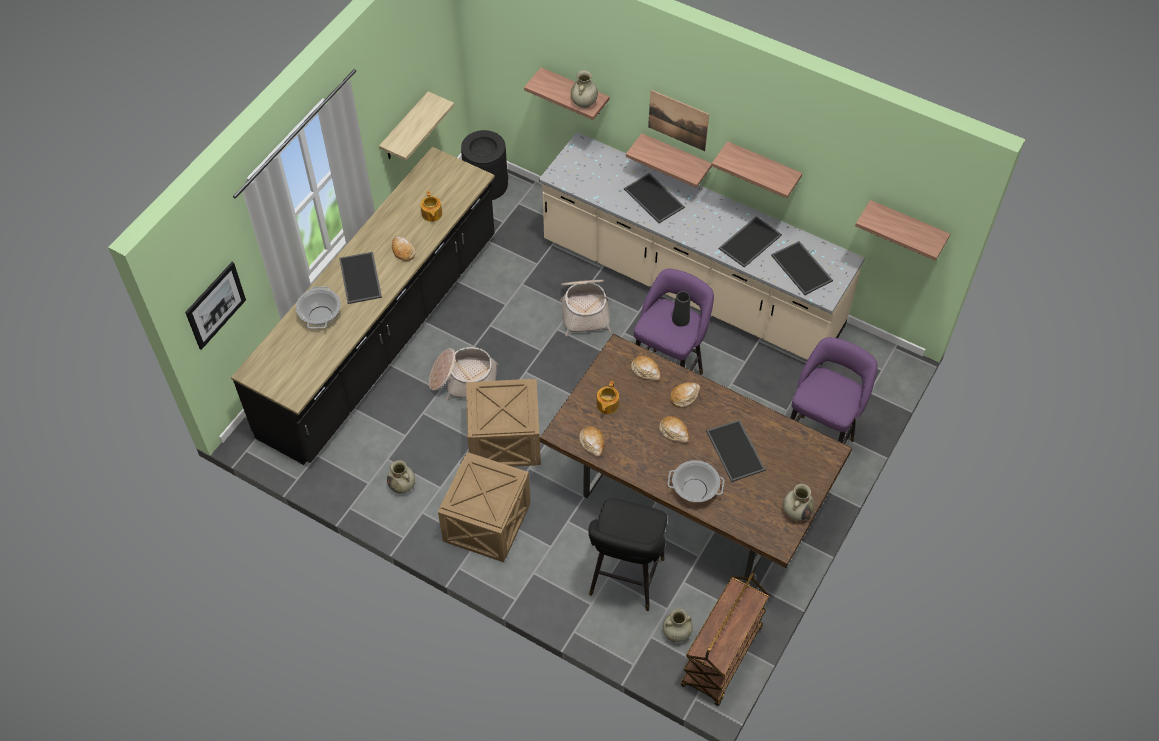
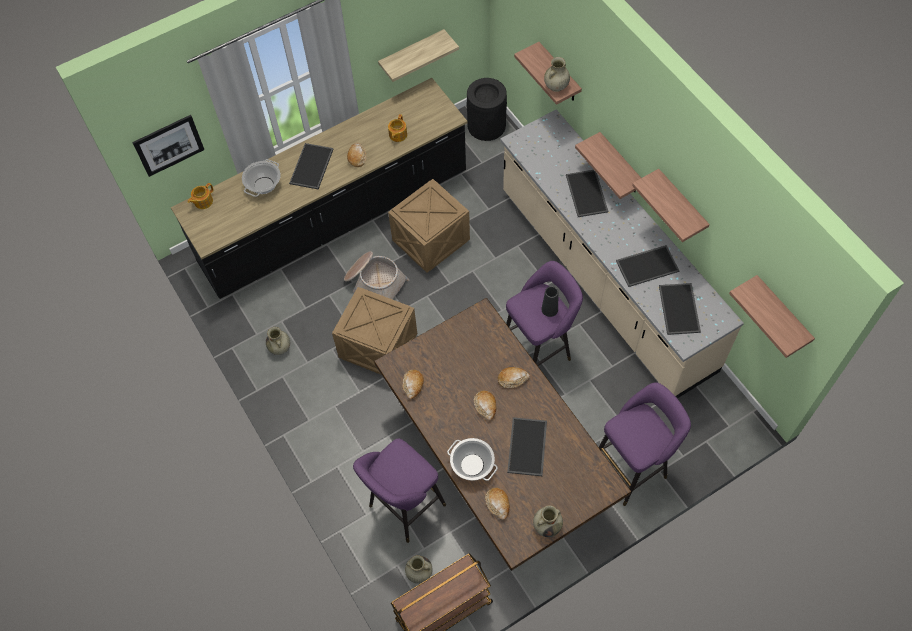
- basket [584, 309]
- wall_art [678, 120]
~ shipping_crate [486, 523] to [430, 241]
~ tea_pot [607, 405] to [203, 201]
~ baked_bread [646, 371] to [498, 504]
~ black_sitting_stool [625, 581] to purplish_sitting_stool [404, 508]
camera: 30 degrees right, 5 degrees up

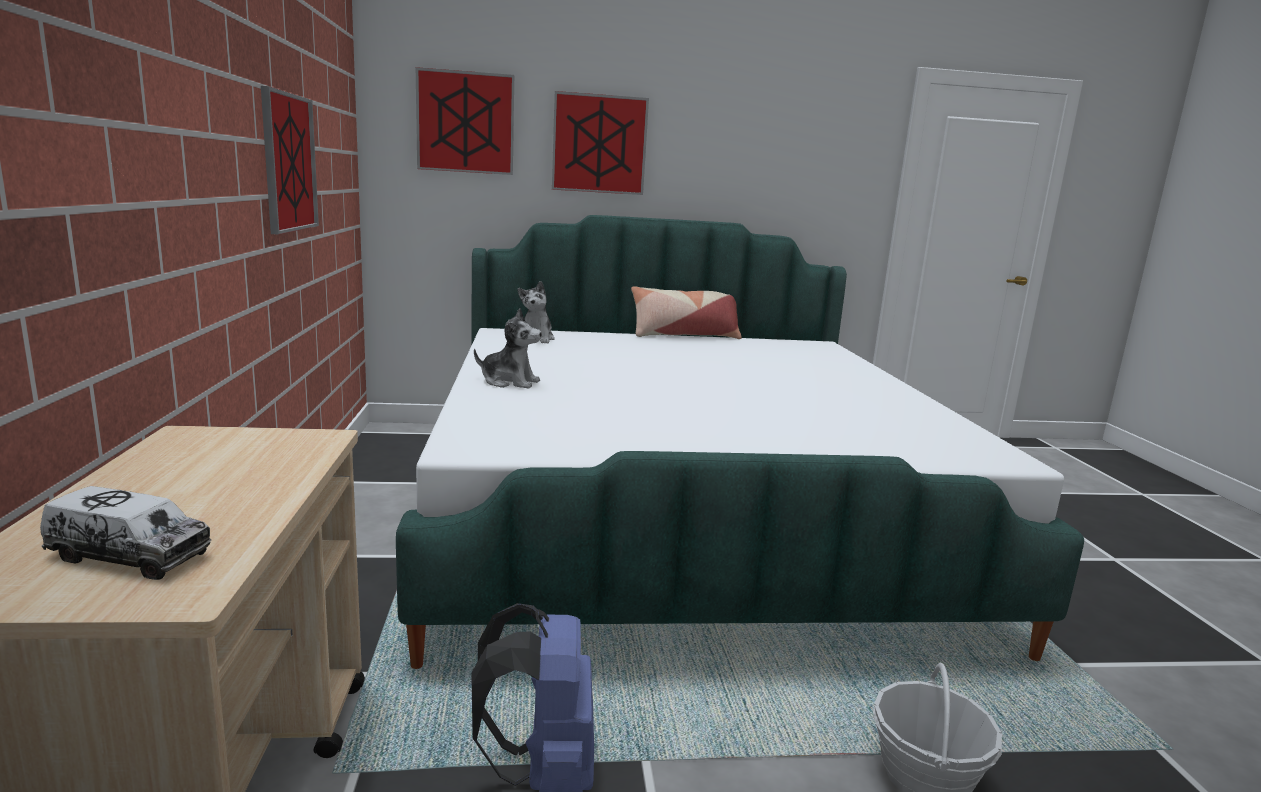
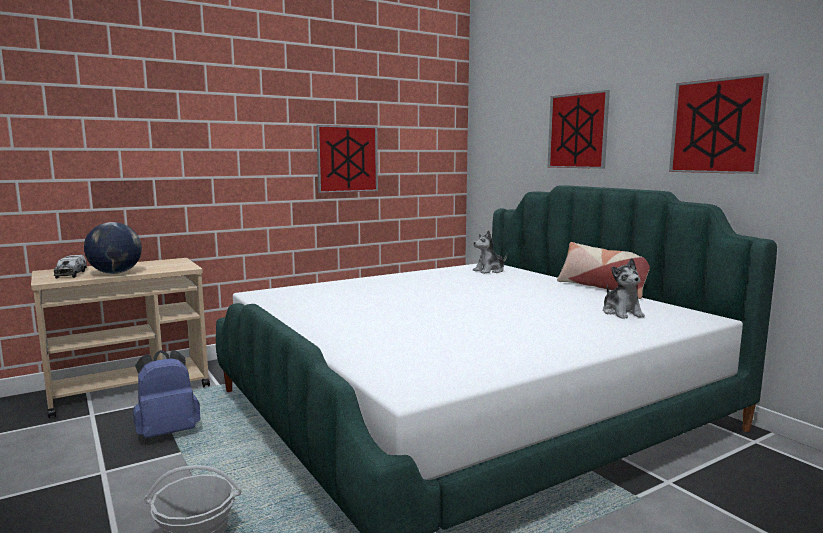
+ world_globe [115, 273]
~ wall_art [465, 122] to [716, 126]
~ soft_toy [509, 382] to [621, 313]
camera: 65 degrees right, 5 degrees down

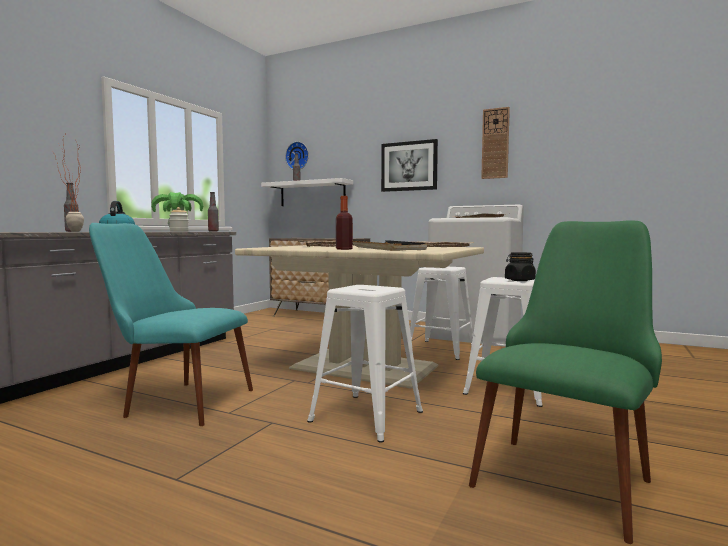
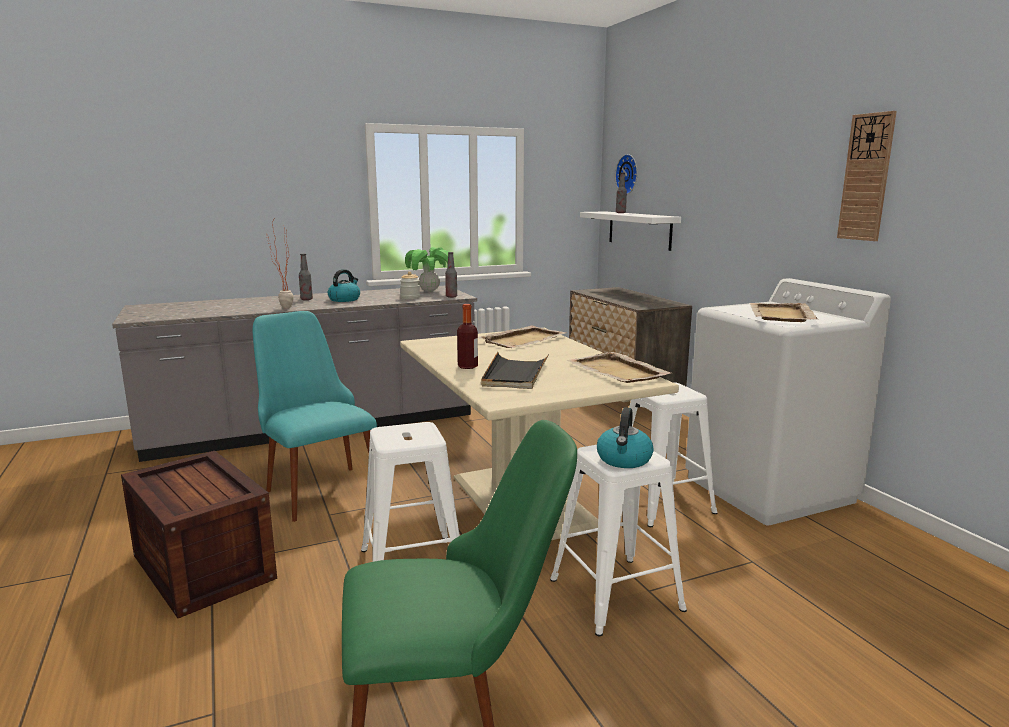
- wall_art [409, 166]
+ shipping_crate [203, 566]
~ black_storage_jar [519, 280] to water_kettle [624, 460]
camera: 40 degrees right, 10 degrees up

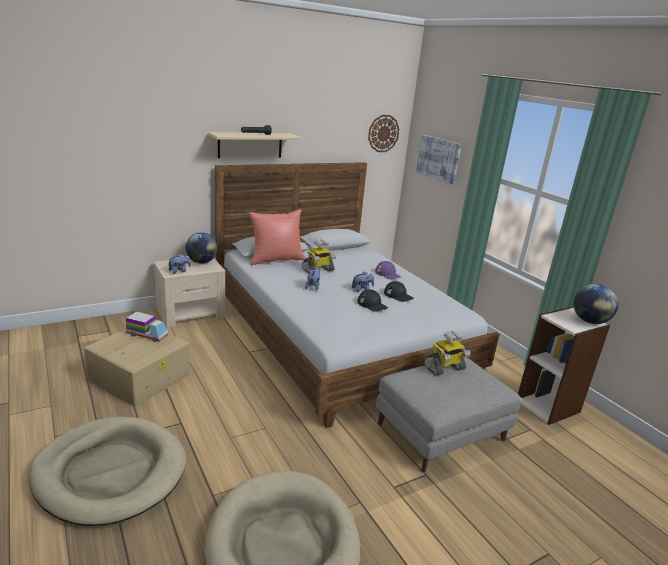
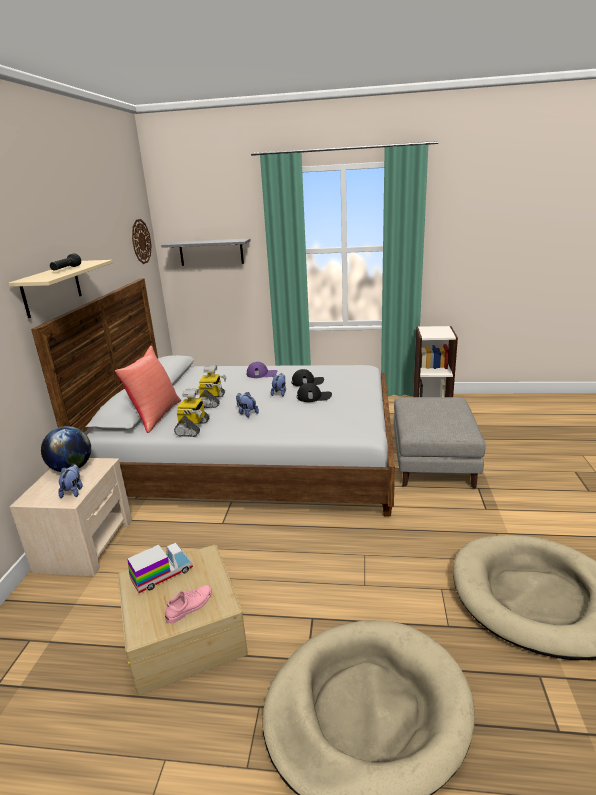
- world_globe [589, 321]
+ pink_shoe [189, 606]
~ model_robot [444, 368] to [193, 428]
~ wall_art [438, 158] to grey_shelf [211, 252]
camera: 50 degrees left, 0 degrees up

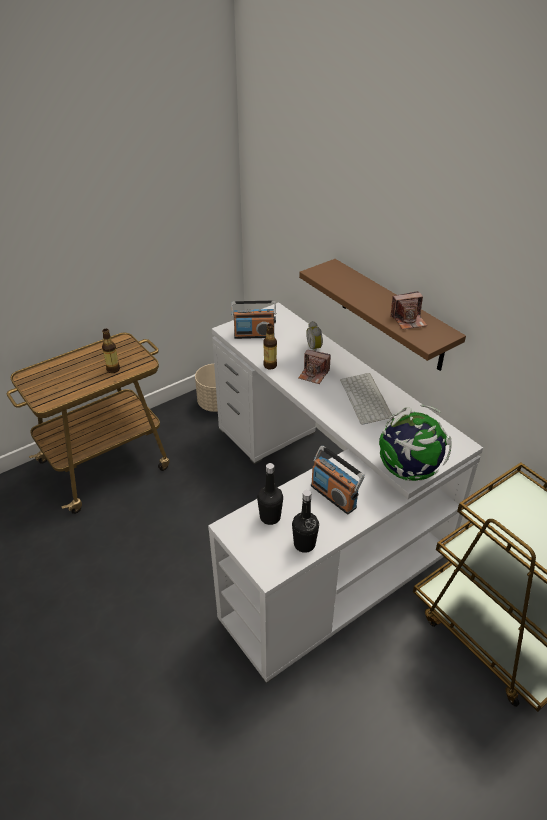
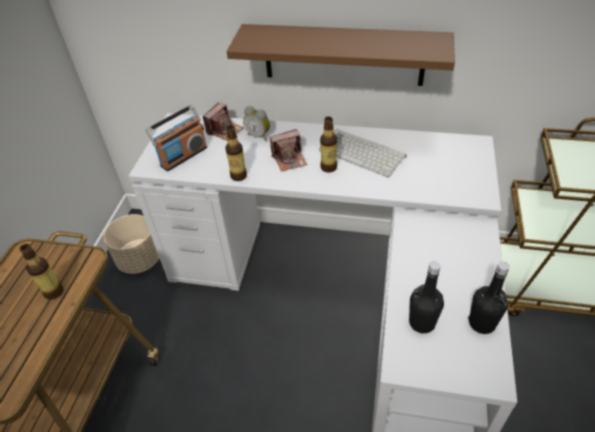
- radio_receiver [334, 496]
- world_globe [408, 471]
+ drink_bottle [328, 167]
~ still_camera [408, 320] to [224, 130]
camera: 40 degrees left, 5 degrees up

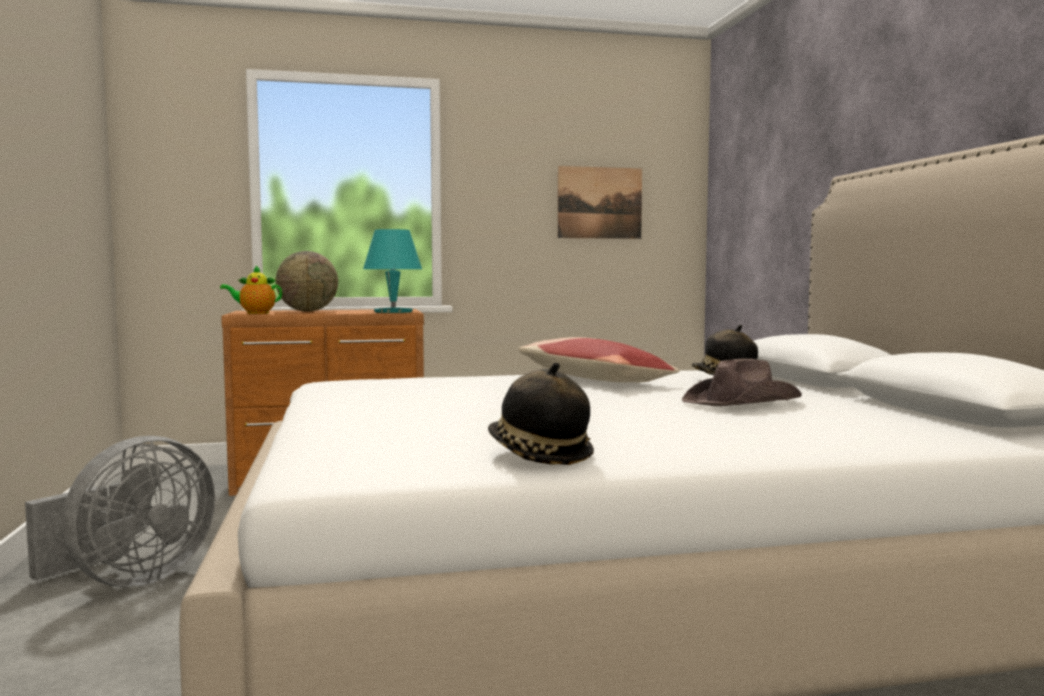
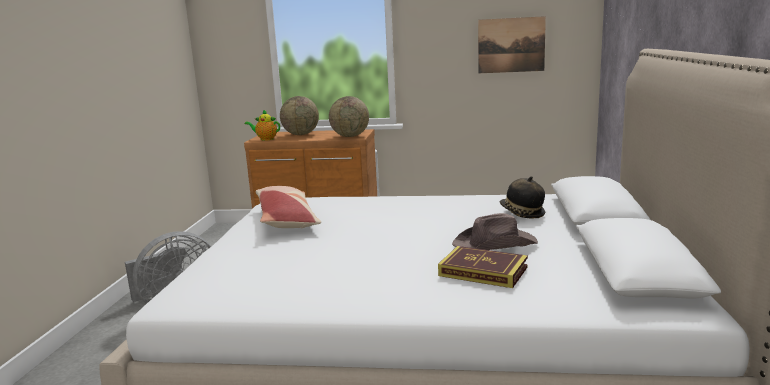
- wearable_hat [538, 455]
+ book [483, 271]
~ throw_pillow [592, 379] to [286, 219]
~ turquoise-coloured_lamp_for_a_table [394, 311] to world_globe [350, 136]
camera: 20 degrees right, 10 degrees up

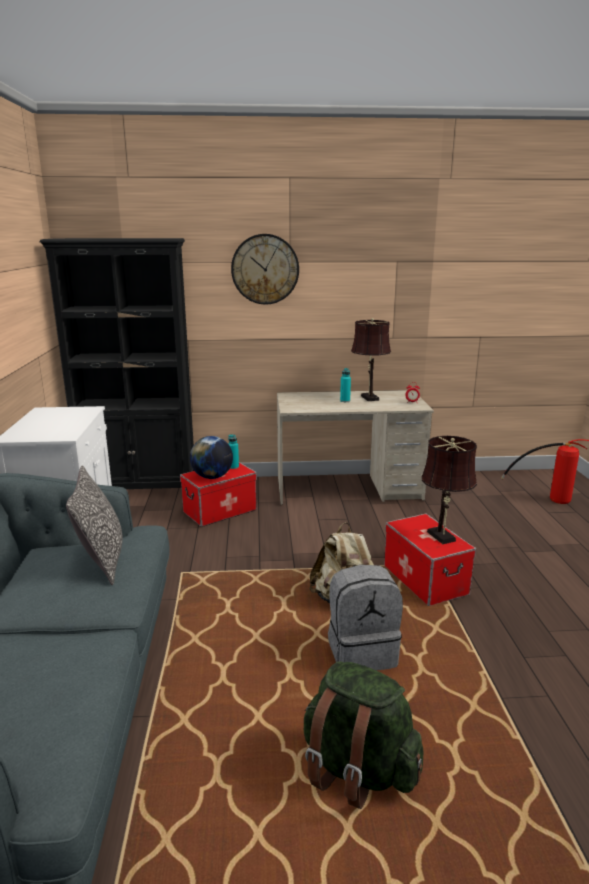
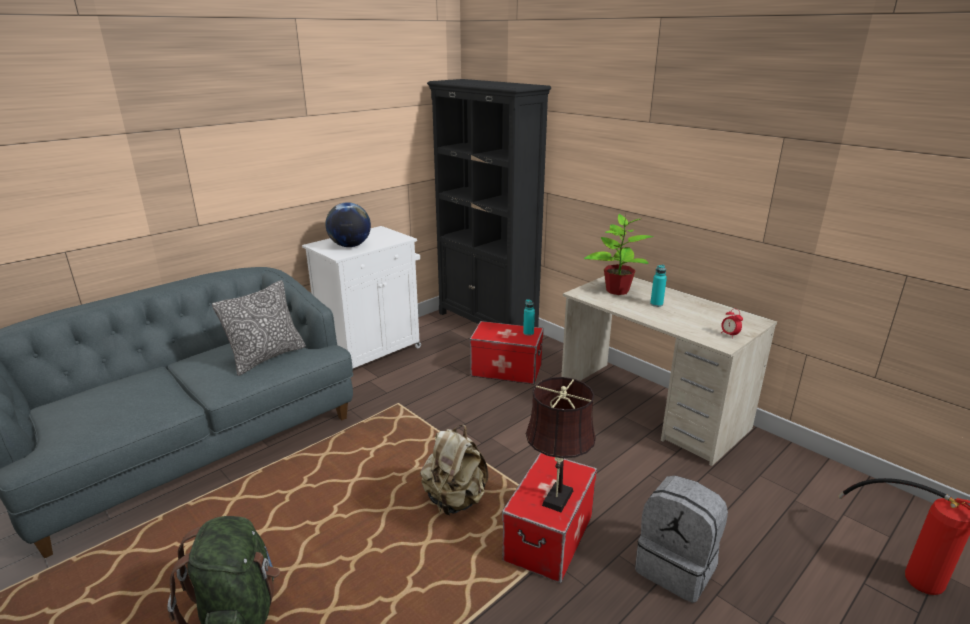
- clock_on_the_wall [265, 269]
- brownish_lamp_for_a_table [369, 397]
+ plant_in_a_pot [617, 290]
~ world_globe [212, 477] to [350, 246]
~ grey_knapsack [362, 651] to [677, 568]
camera: 50 degrees right, 5 degrees up

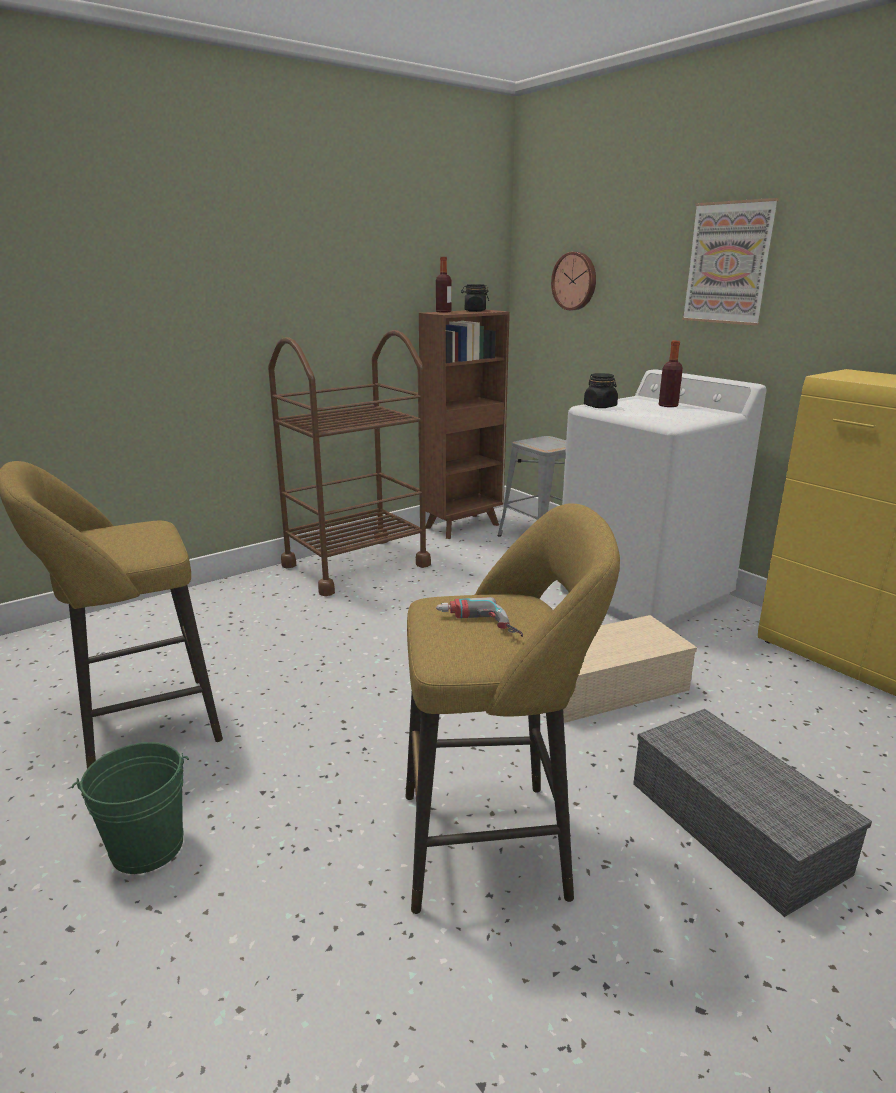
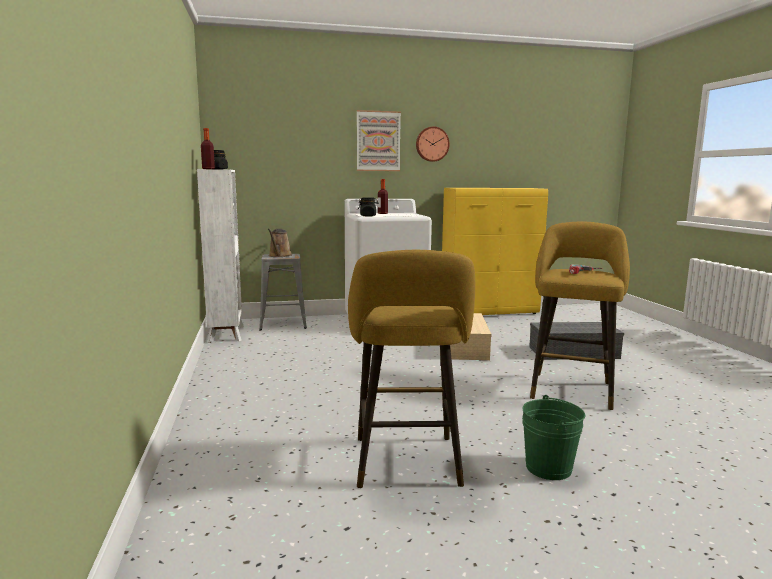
- brownish_cart [356, 565]
+ brownish_watering_can [279, 256]
~ clock_on_the_wall [575, 281] to [432, 144]
~ brownish_shelving_unit [463, 526] to whitish_shelving_unit [226, 334]
camera: 65 degrees left, 10 degrees down

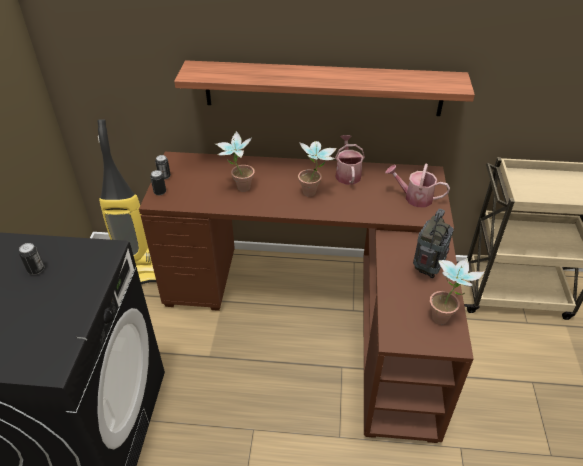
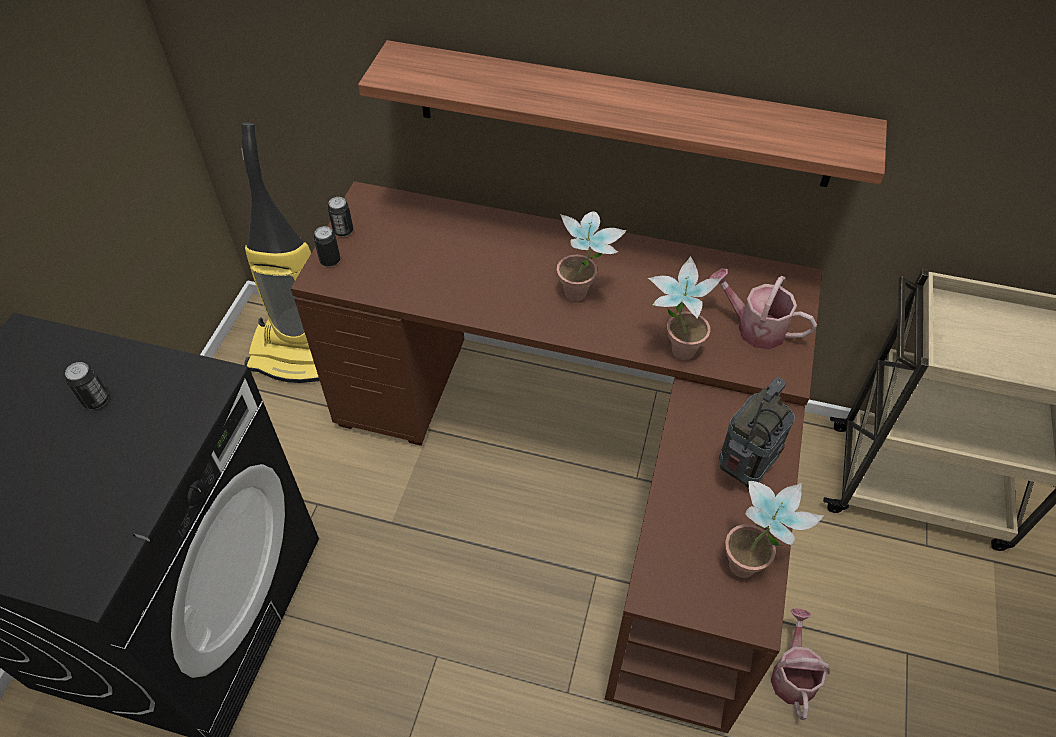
~ plant_in_a_pot [238, 188] to [674, 350]
~ watering_can [347, 174] to [792, 674]
camera: 10 degrees right, 10 degrees up

